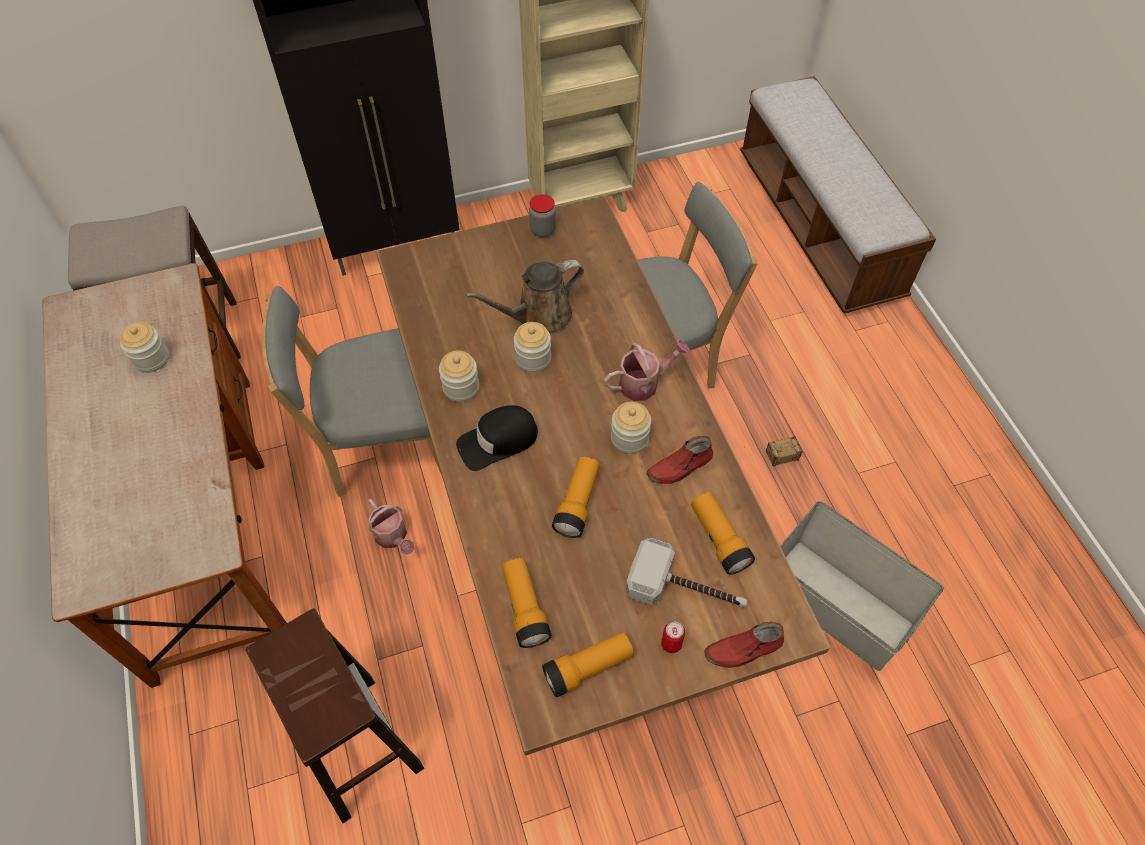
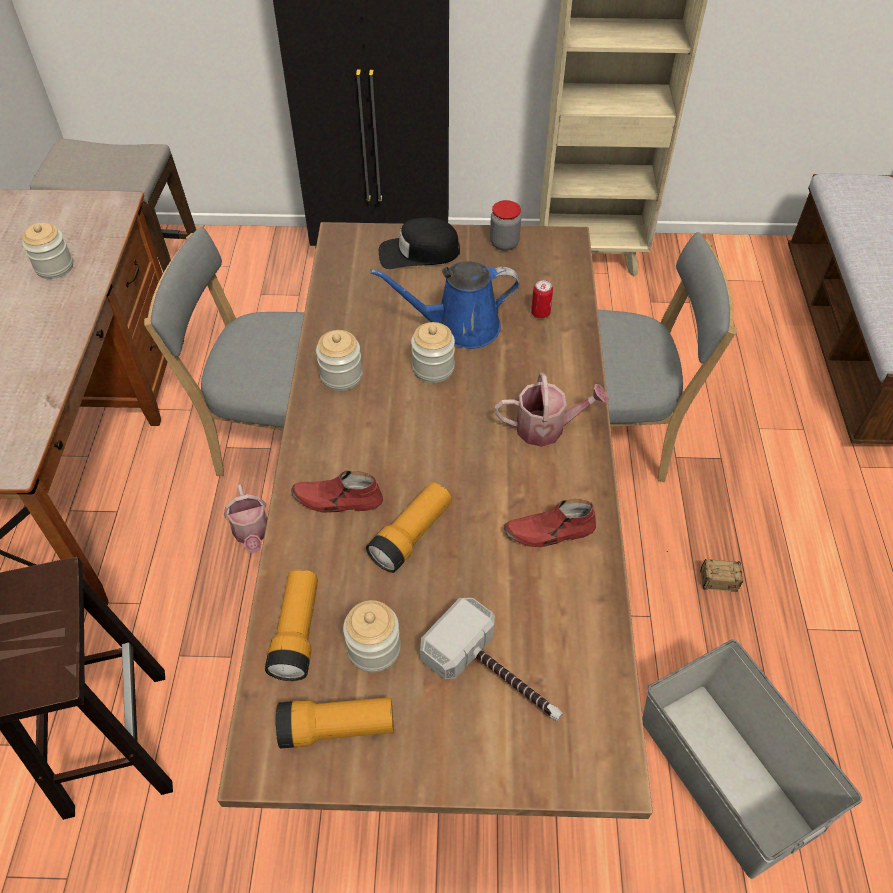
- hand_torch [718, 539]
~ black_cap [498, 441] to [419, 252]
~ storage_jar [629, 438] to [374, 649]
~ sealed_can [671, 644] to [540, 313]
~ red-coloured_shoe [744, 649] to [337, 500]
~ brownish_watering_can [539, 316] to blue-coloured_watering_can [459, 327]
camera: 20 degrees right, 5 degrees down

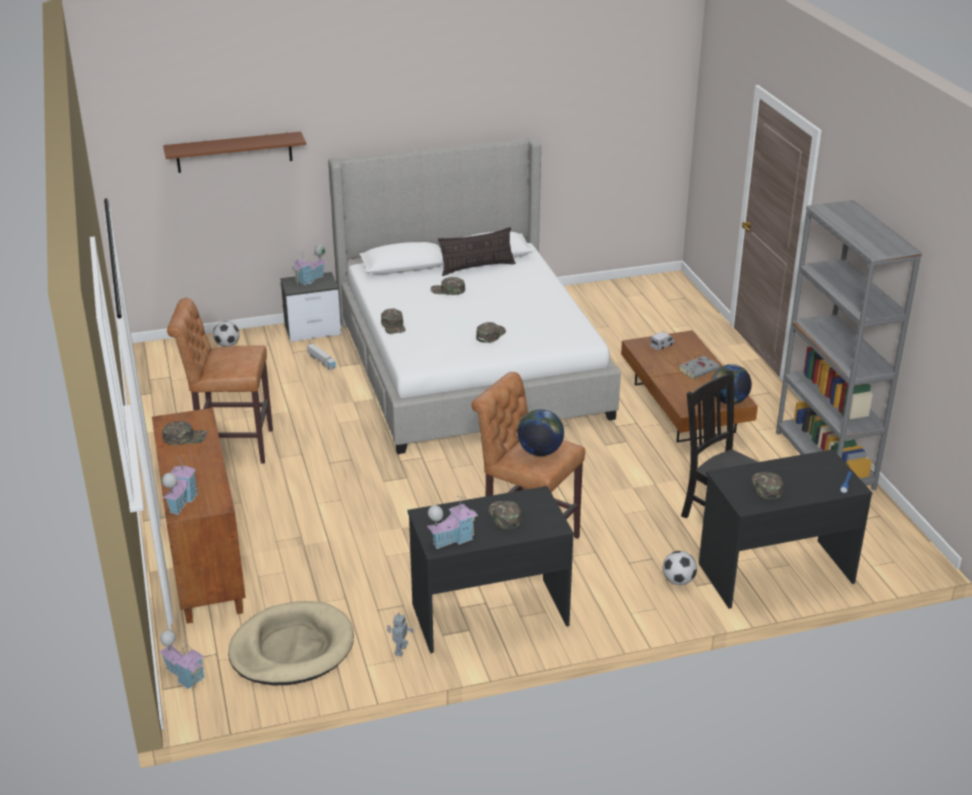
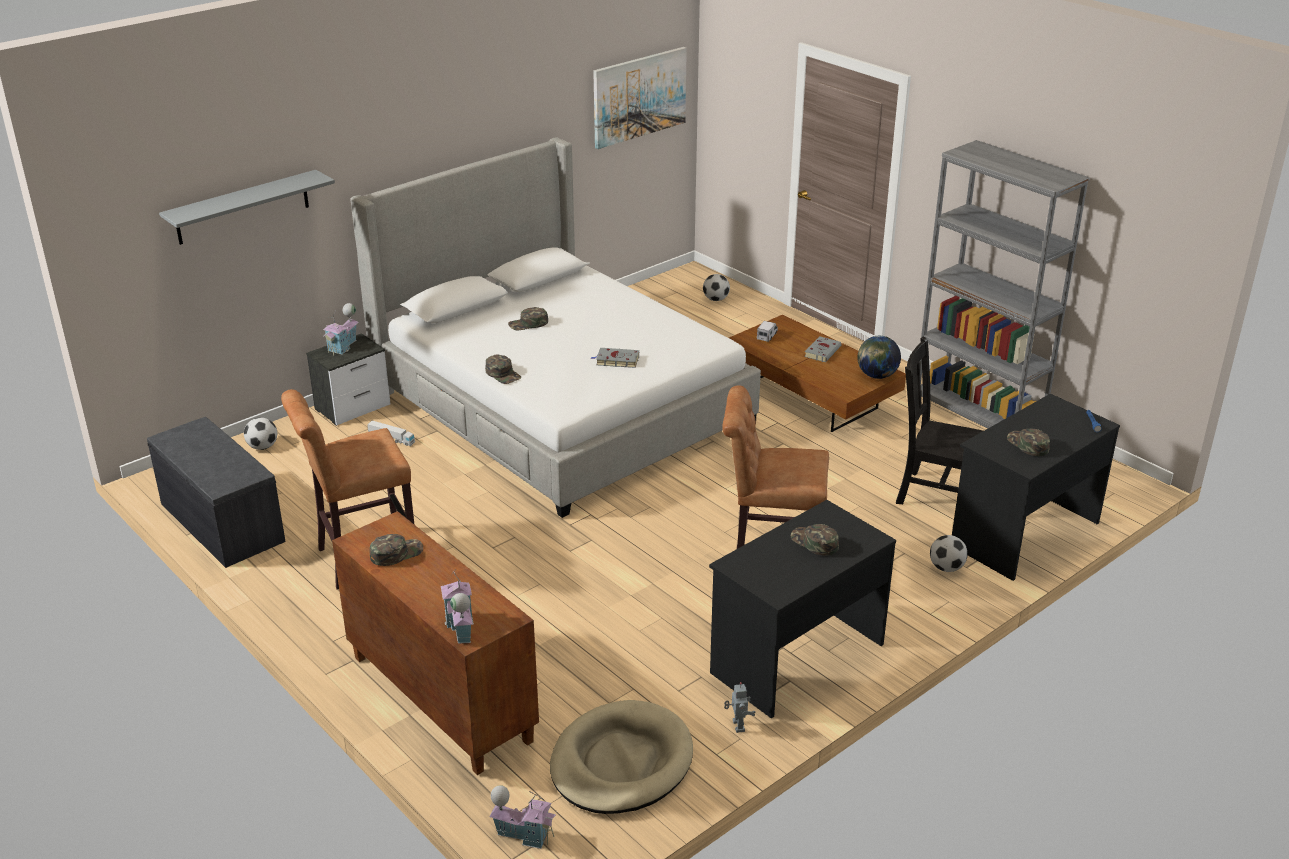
- toy_house [452, 539]
- throw_pillow [477, 267]
- world_globe [540, 452]
+ grey_bench [220, 522]
+ wall_art [639, 96]
+ football_ball [716, 299]
~ green-coloured_cap [490, 335] to grey_book [616, 360]
~ brownish_shelf [234, 152] to grey_shelf [242, 207]
camera: 25 degrees left, 0 degrees up

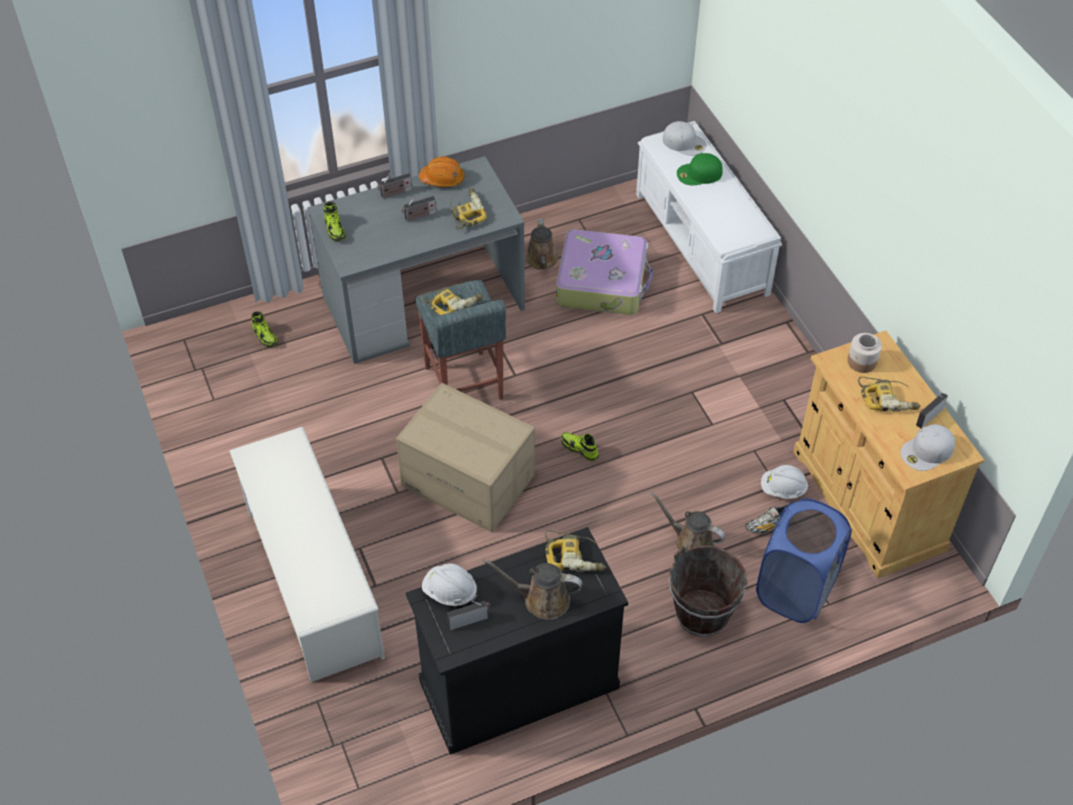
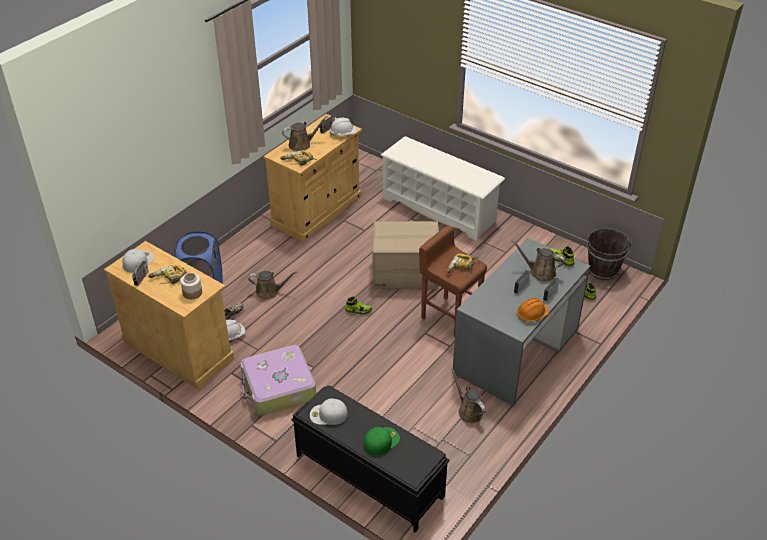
- electric_drill [466, 212]
+ brownish_watering_can [540, 272]
~ suitcase [602, 282] to [278, 388]
~ whitish_cap [684, 142] to [328, 415]
~ brownish_pail [702, 613] to [602, 270]
~ black_storage_cabinet [518, 684] to beige-coloured_storage_cabinet [317, 211]
~ grey_sitting_stool [463, 383] to brownish_sitting_stool [449, 316]
~ whitish_bench [702, 244] to black_bench [368, 475]
camera: 150 degrees right, 10 degrees down

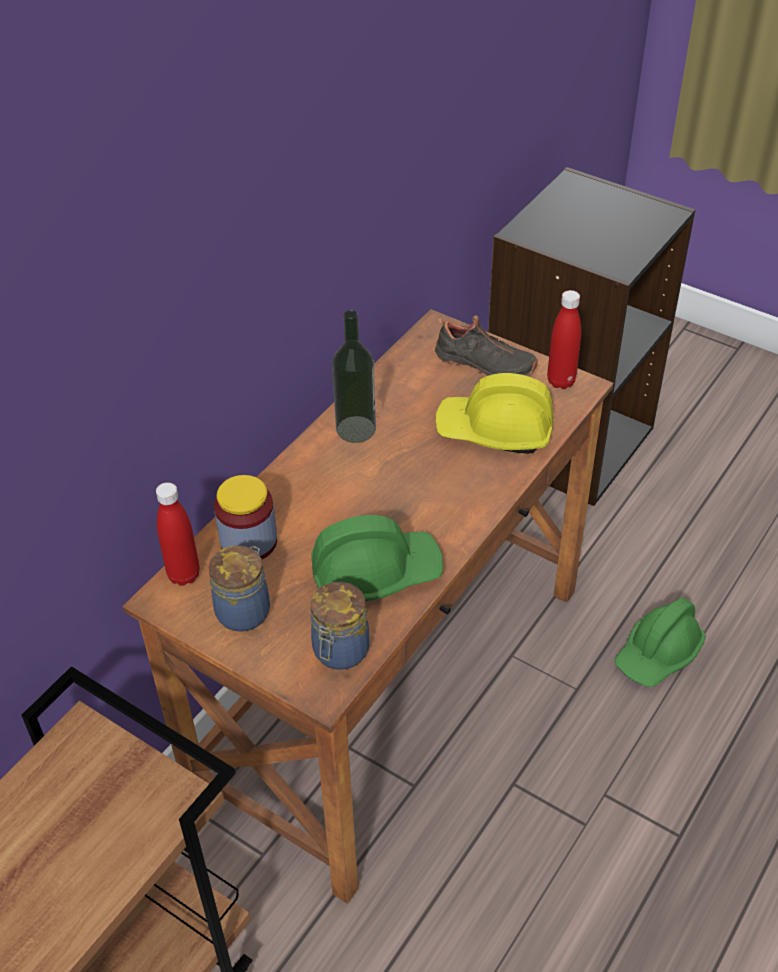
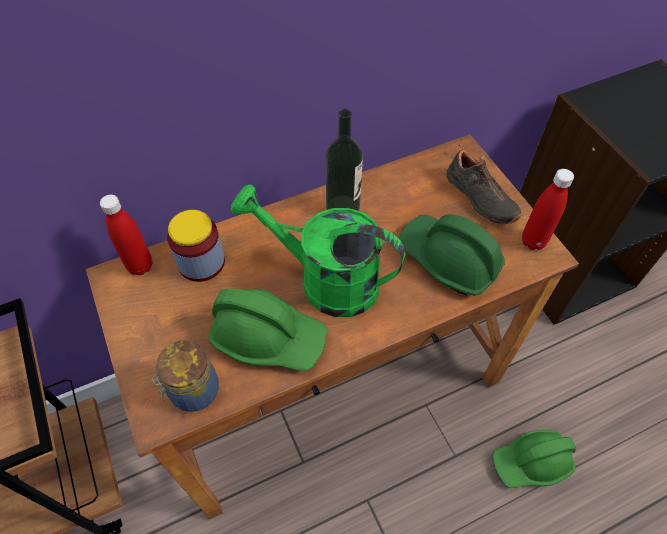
- storage_jar [245, 610]
+ green-coloured_watering_can [325, 281]
~ yellow_work_helmet [495, 431] to green-coloured_work_helmet [448, 260]
camera: 30 degrees right, 10 degrees up

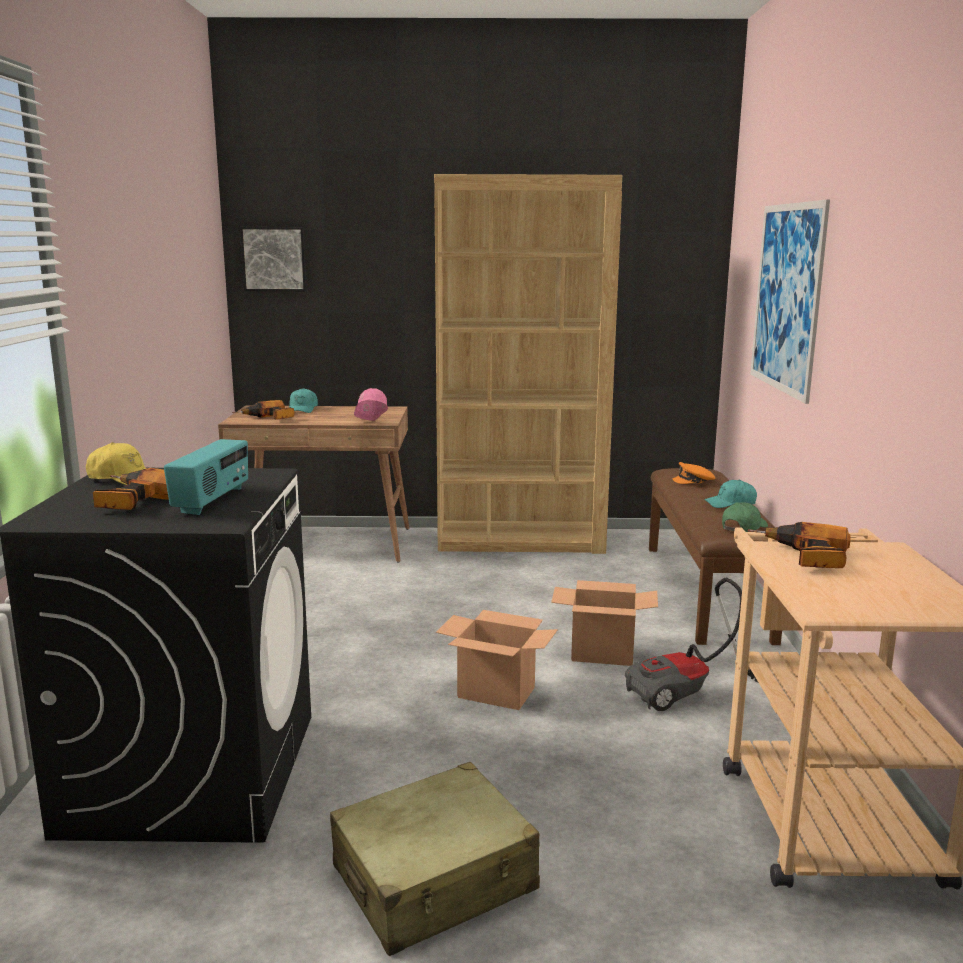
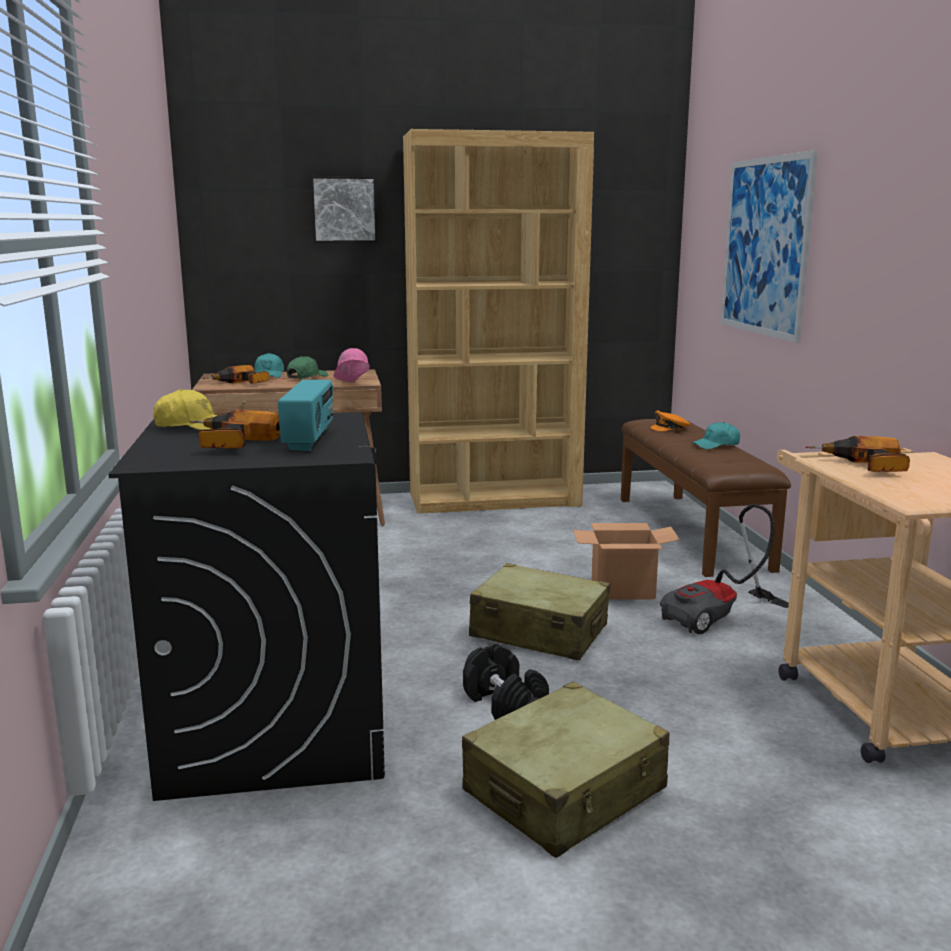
+ black_free_weight [506, 706]
~ wall_art [274, 259] to [344, 209]
~ green-coloured_cap [743, 527] to [307, 377]
~ carton [495, 693] to beige-coloured_suitcase [539, 632]
camera: 10 degrees left, 0 degrees up

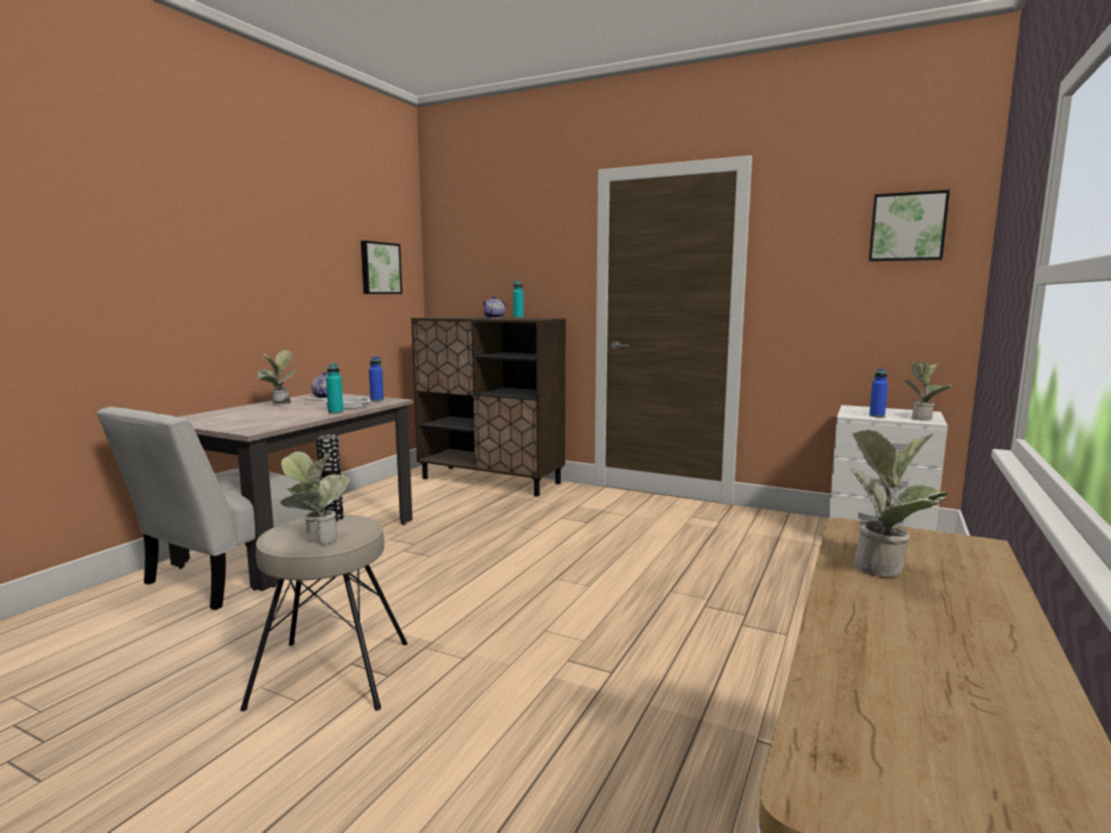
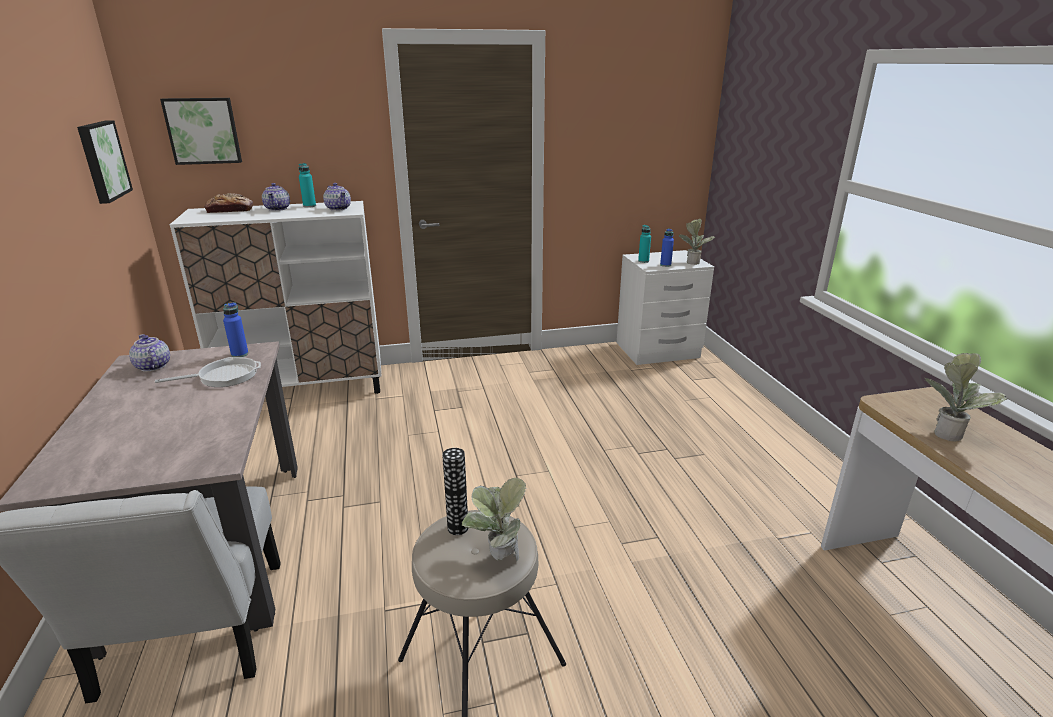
- plant_in_a_pot [278, 405]
+ baked_bread [230, 210]
+ tea_pot [338, 208]
~ turquoise-coloured_drink_bottle [335, 412] to [643, 261]
~ wall_art [907, 227] to [203, 131]
~ brownish_storage_cabinet [491, 481] to whitish_storage_cabinet [305, 388]
camera: 40 degrees left, 15 degrees up

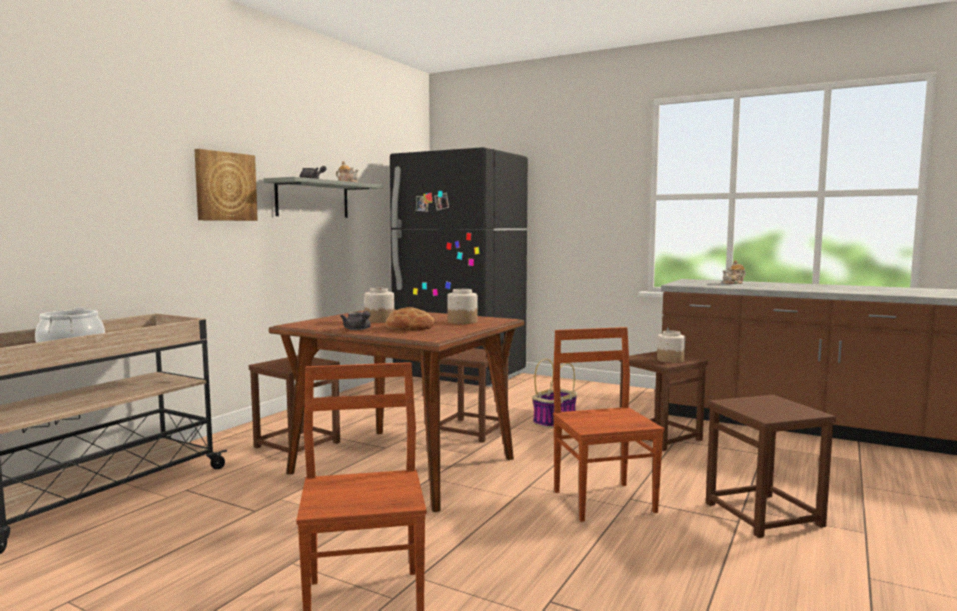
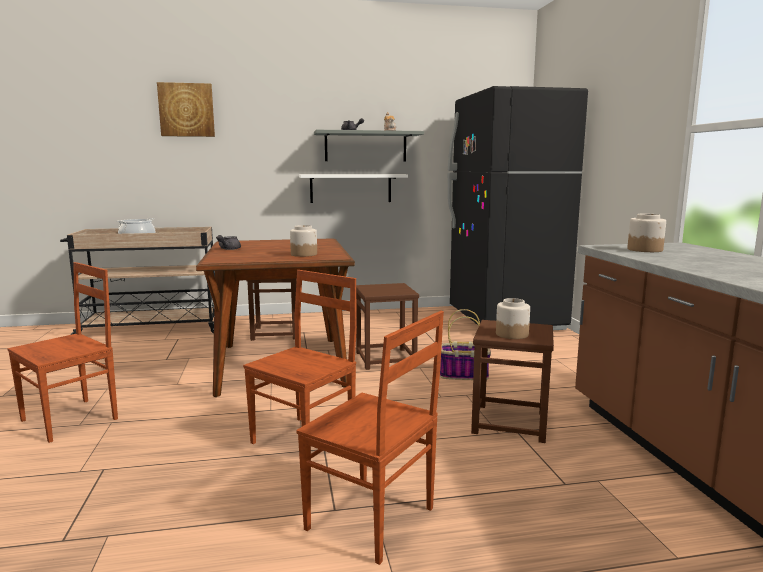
- baked_bread [410, 328]
- tea_pot [733, 283]
+ whitish_shelf [350, 188]
~ wall_art [225, 186] to [186, 110]
~ storage_jar [379, 320] to [645, 250]
~ brownish_sitting_stool [764, 514] to brownish_upright_chair [371, 520]
camera: 50 degrees right, 5 degrees up

